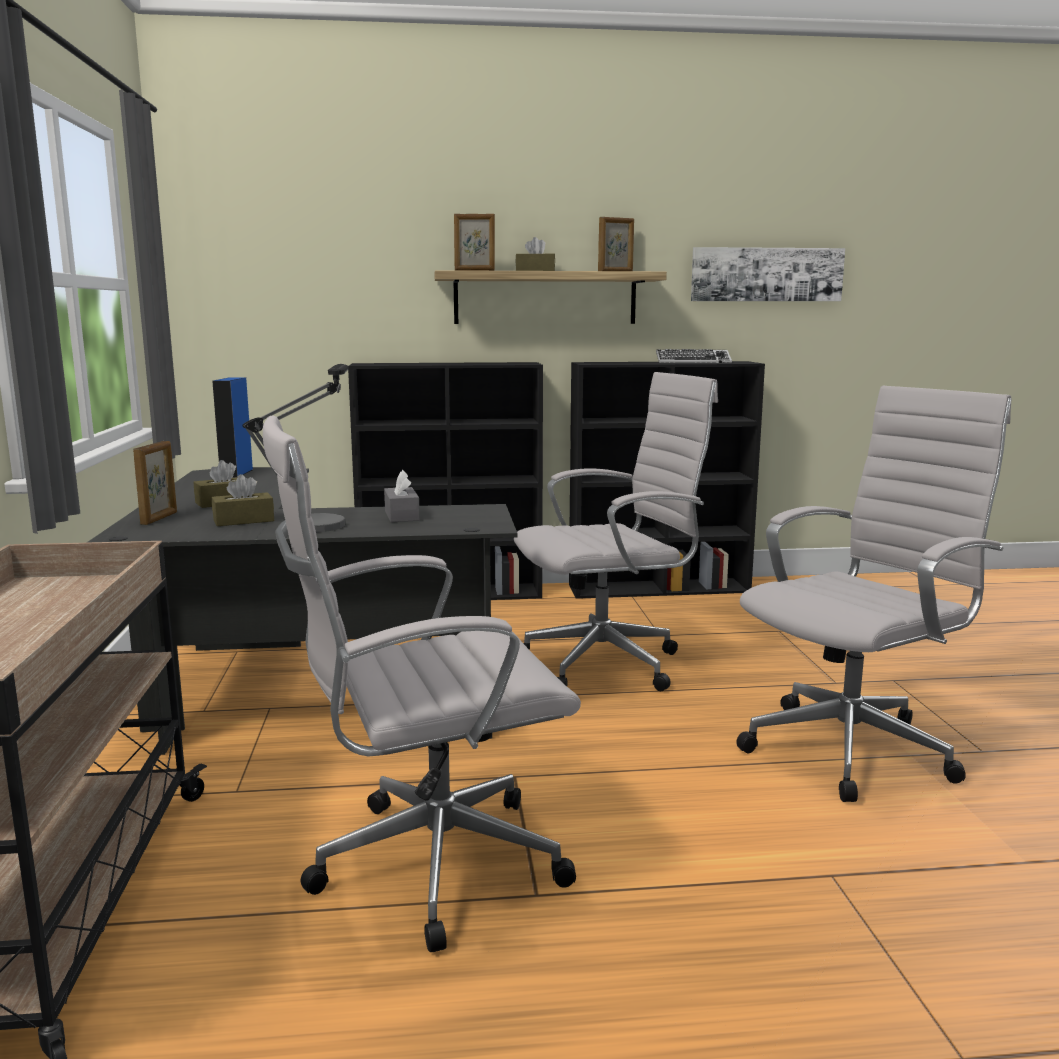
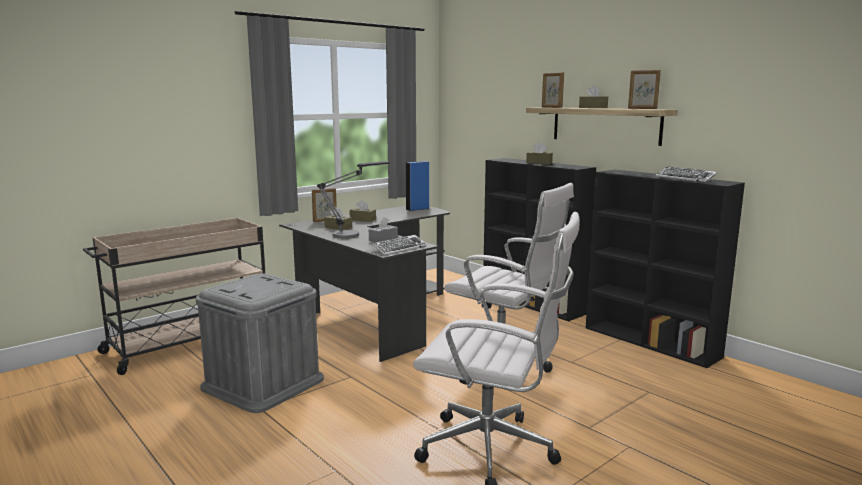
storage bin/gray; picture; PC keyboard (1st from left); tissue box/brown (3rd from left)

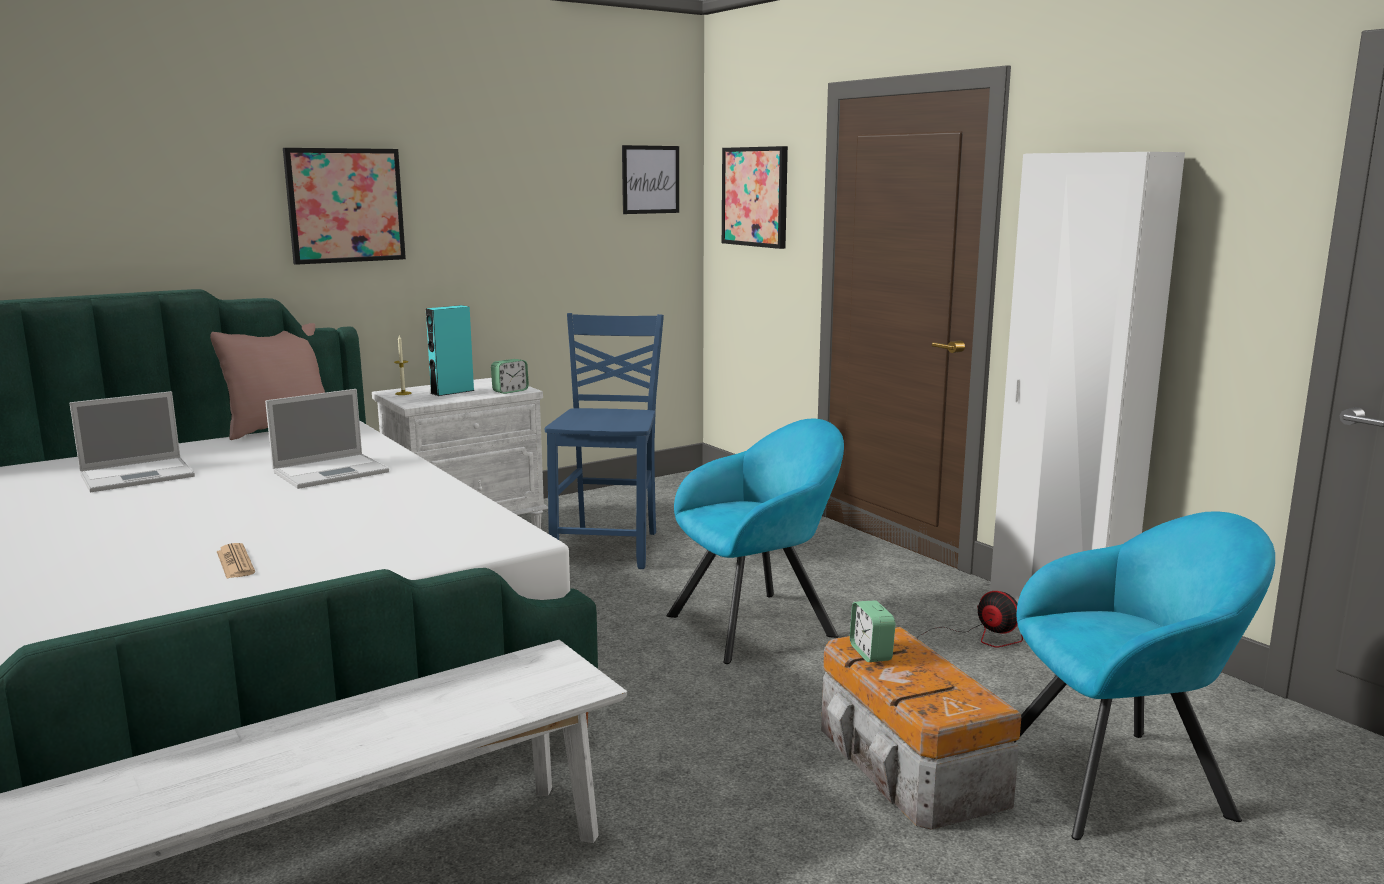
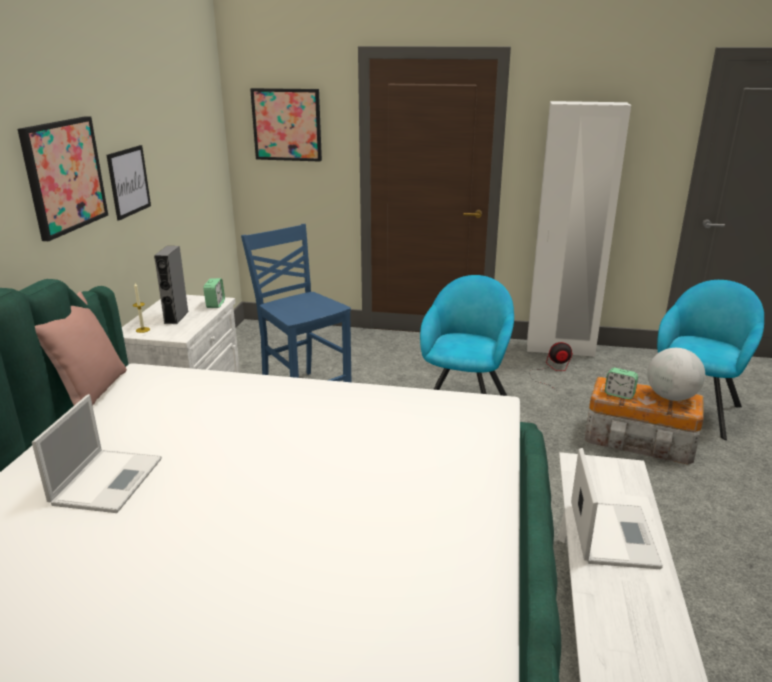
newspaper; portable computer (2nd from left); speaker/gray; picture (2nd from left); world globe

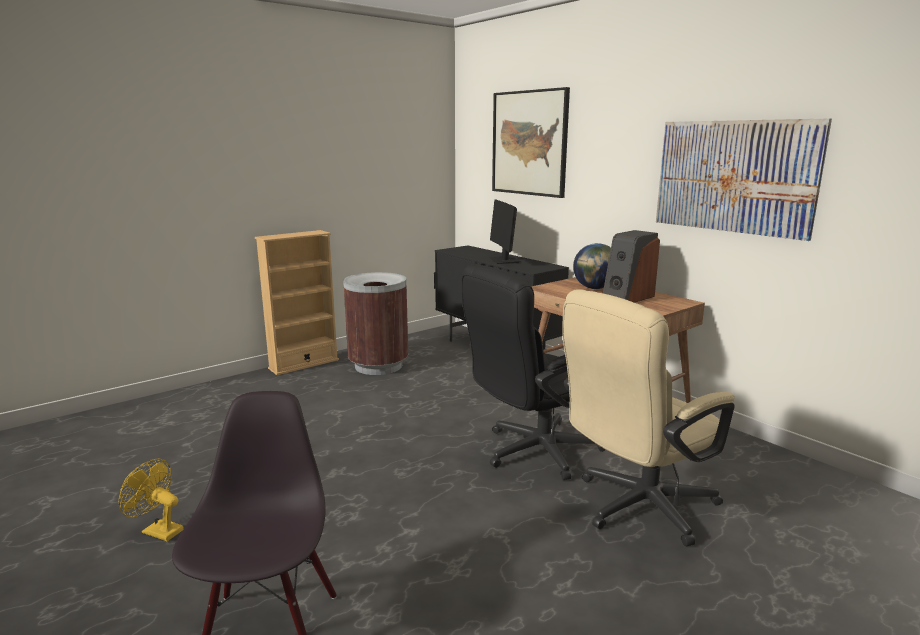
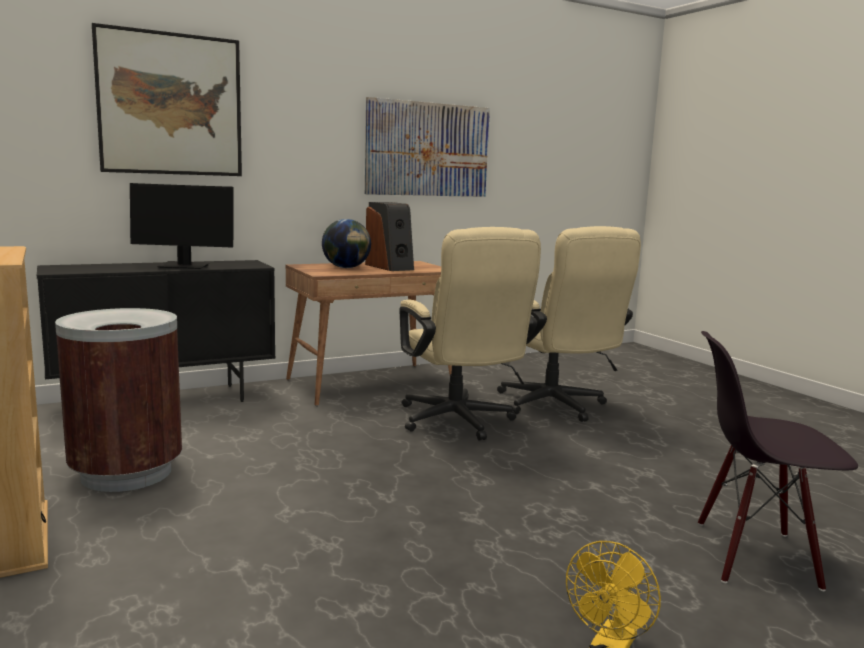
office chair/beige (1st from left)

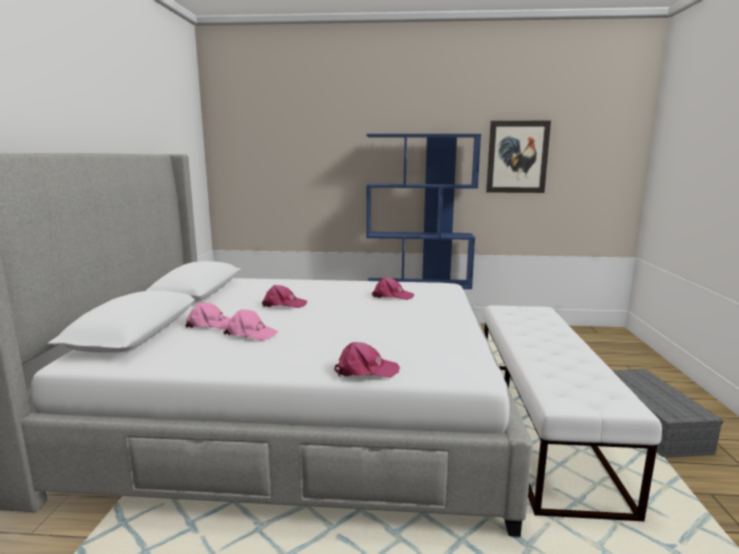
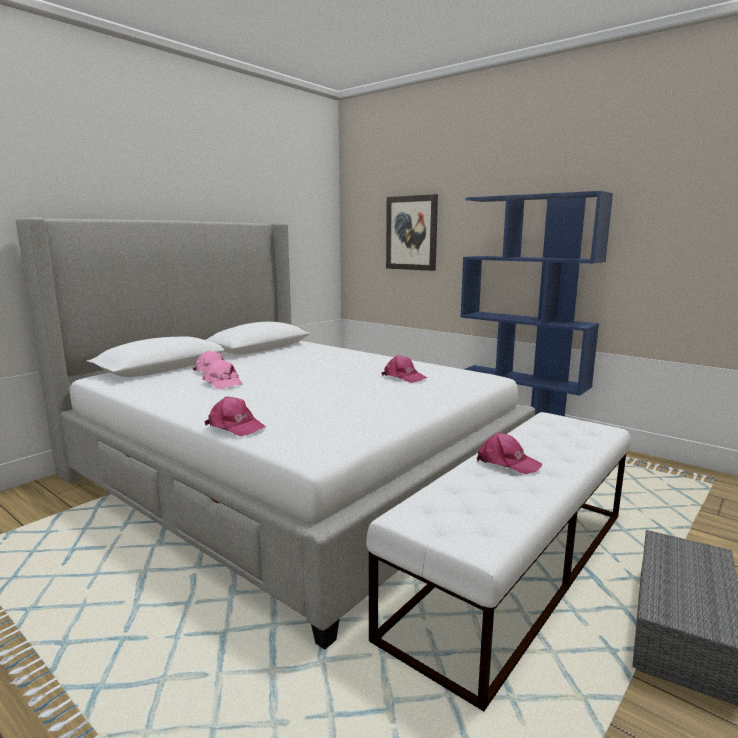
cap/pink-coloured (5th from left); picture

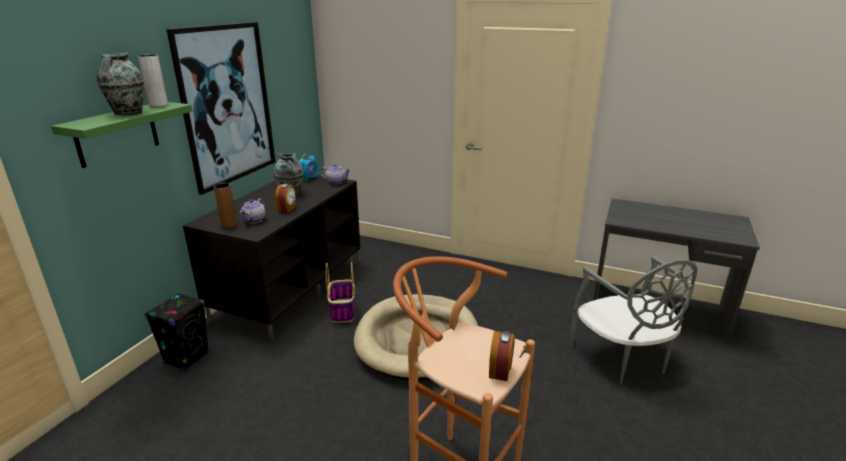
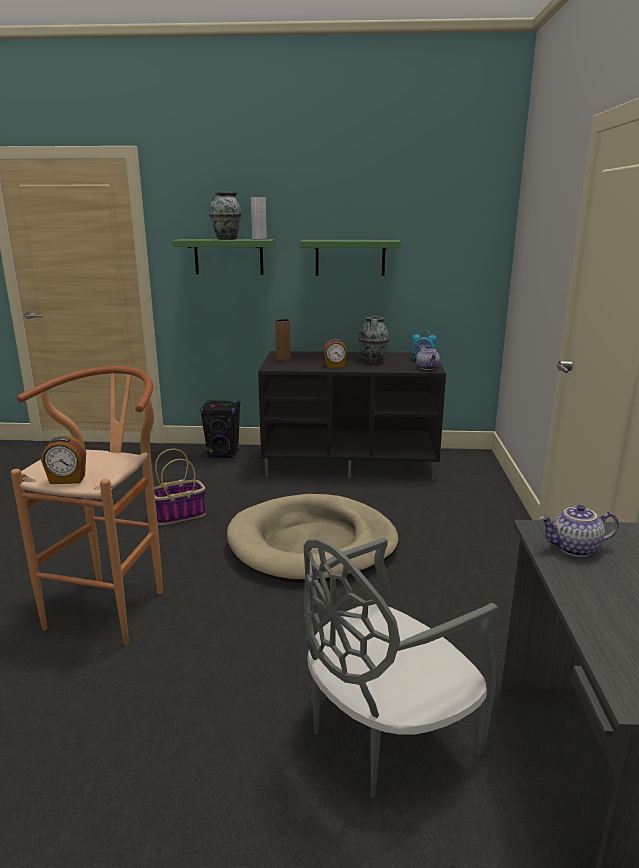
wall shelf/green (2nd from left); pot for tea (2nd from left); basket

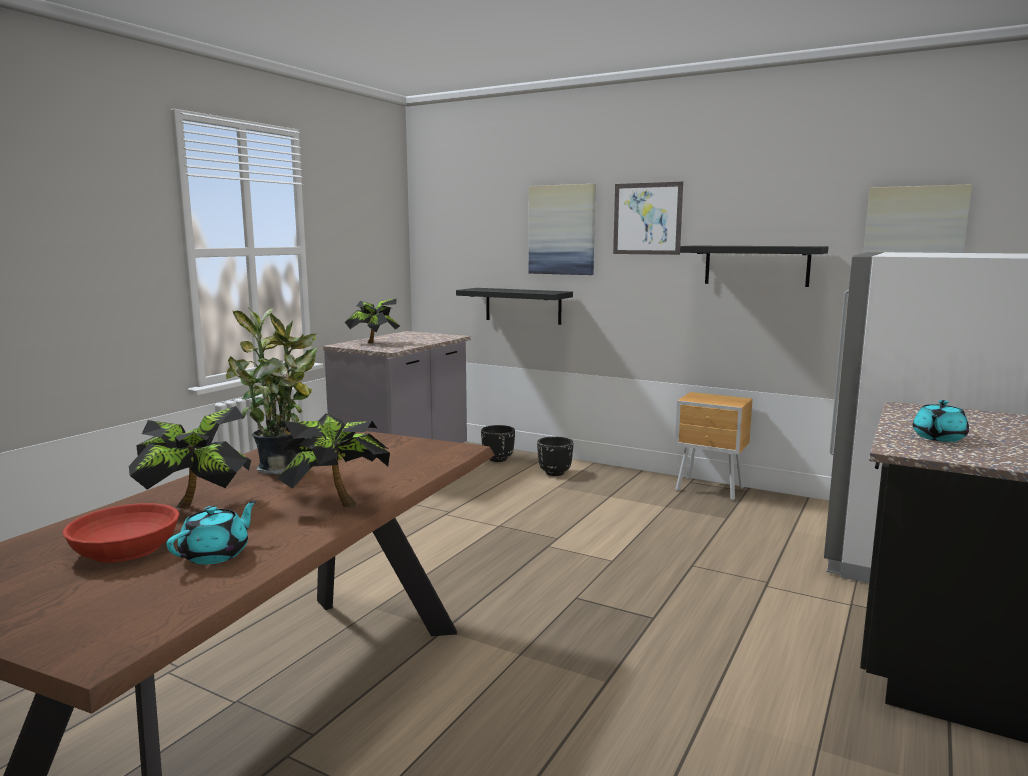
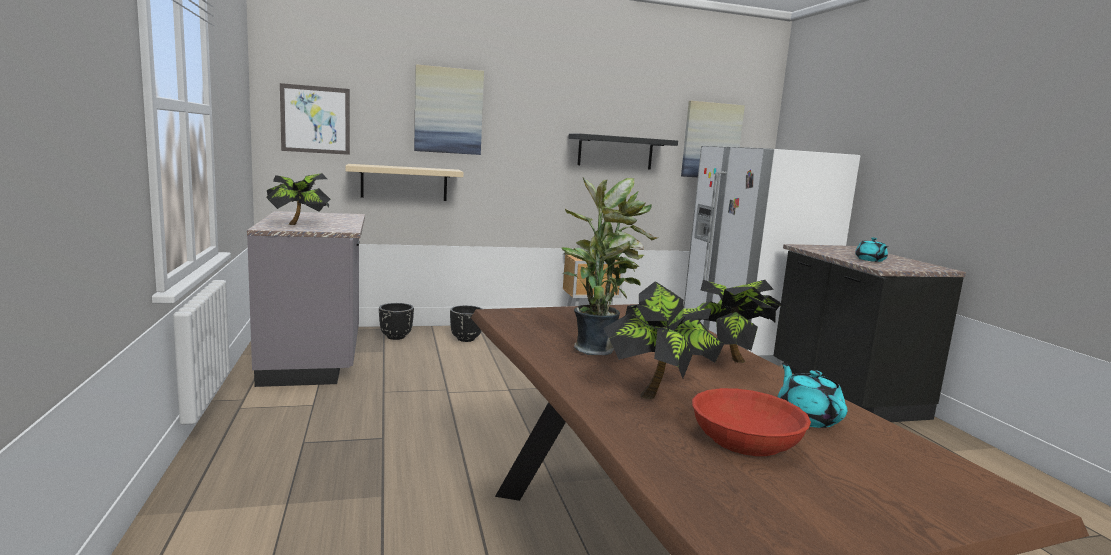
wall shelf/beige; picture (1st from left)

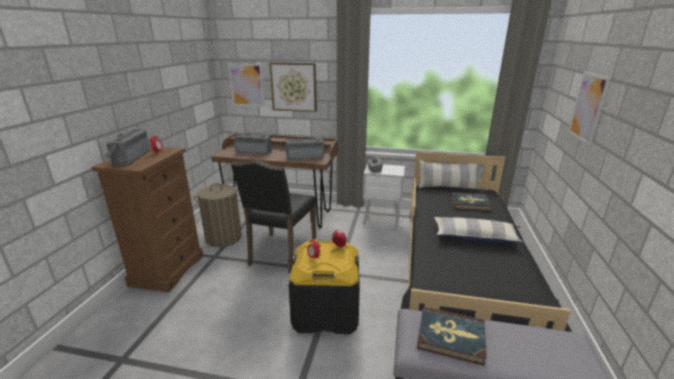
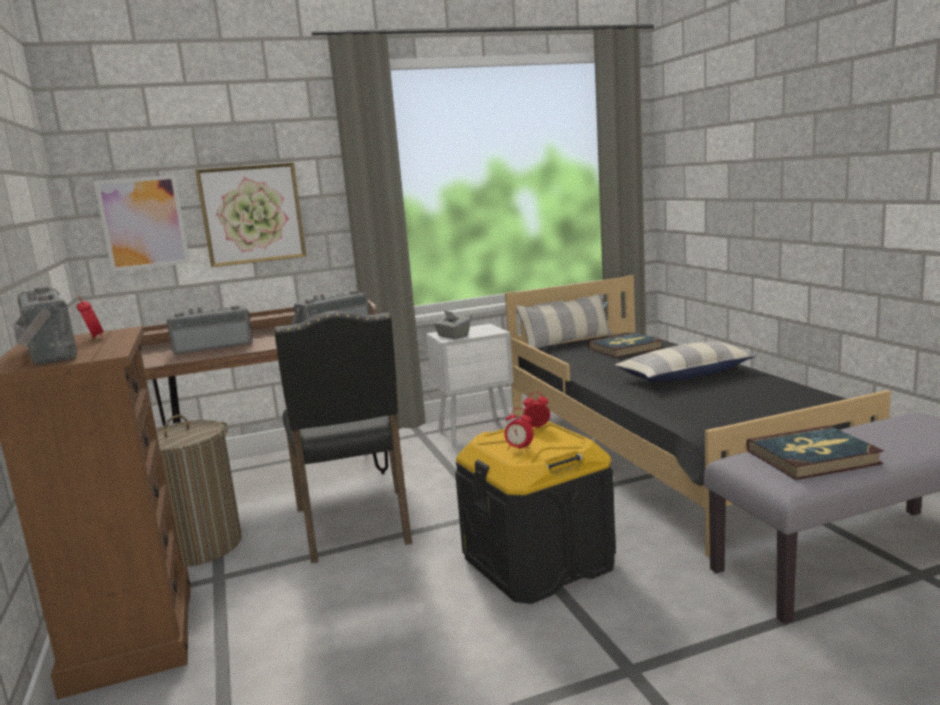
picture (3rd from left in the first image)

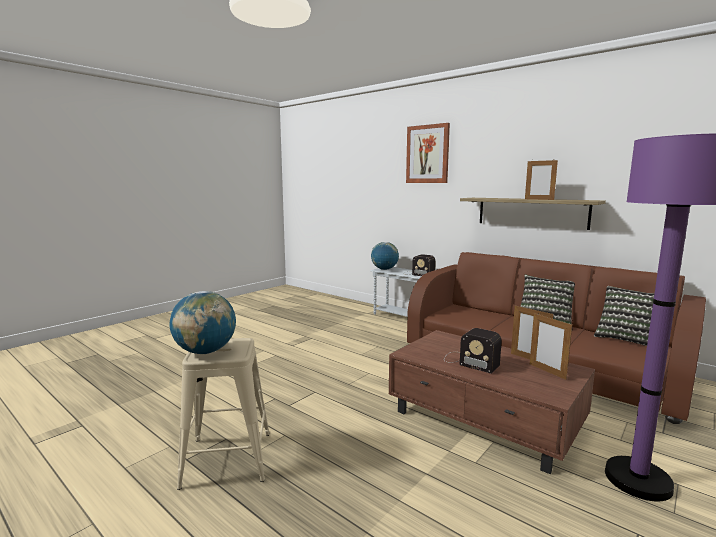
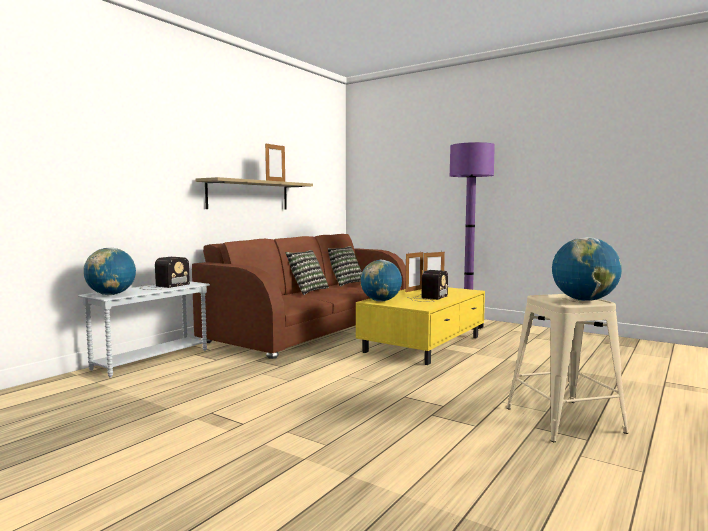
coffee table/yellowish; picture; world globe (2nd from left)

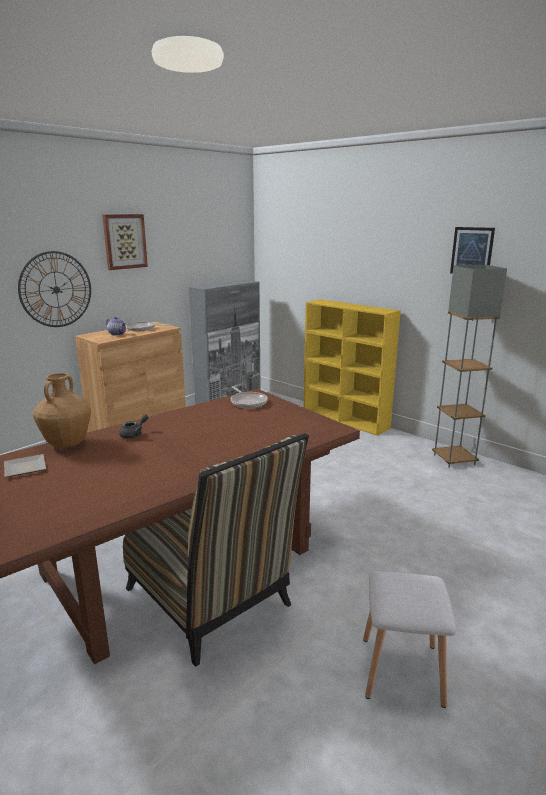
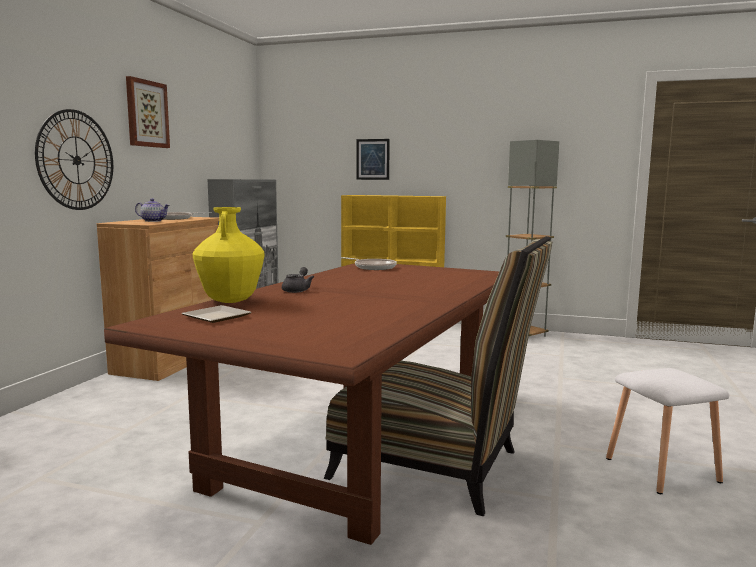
vase/yellowish; picture (2nd from left)

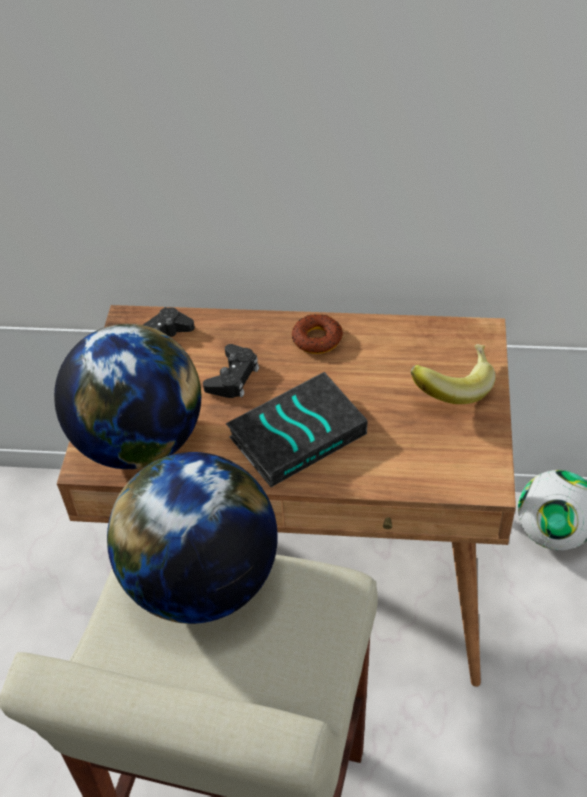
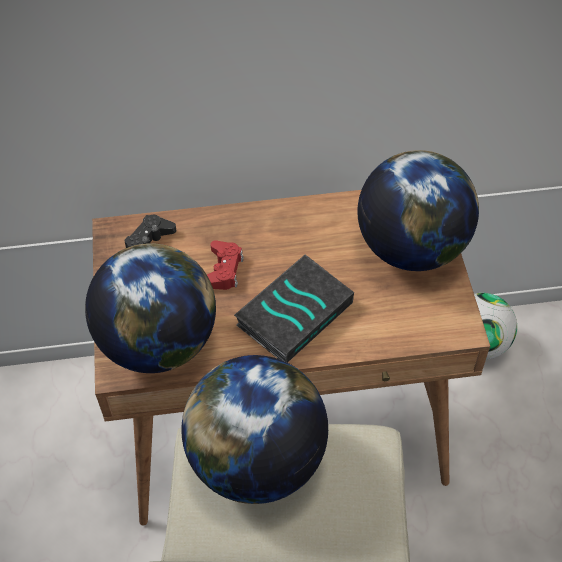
gamepad/red; donut; world globe (3rd from left)

